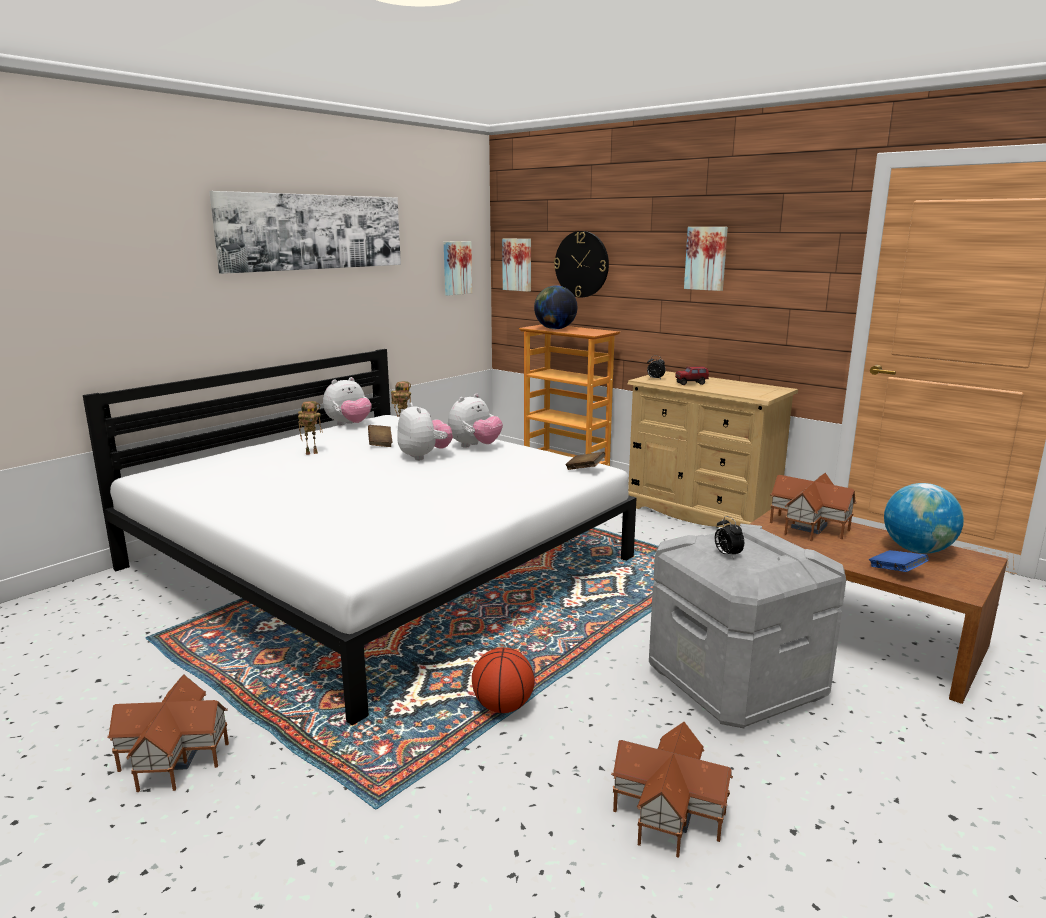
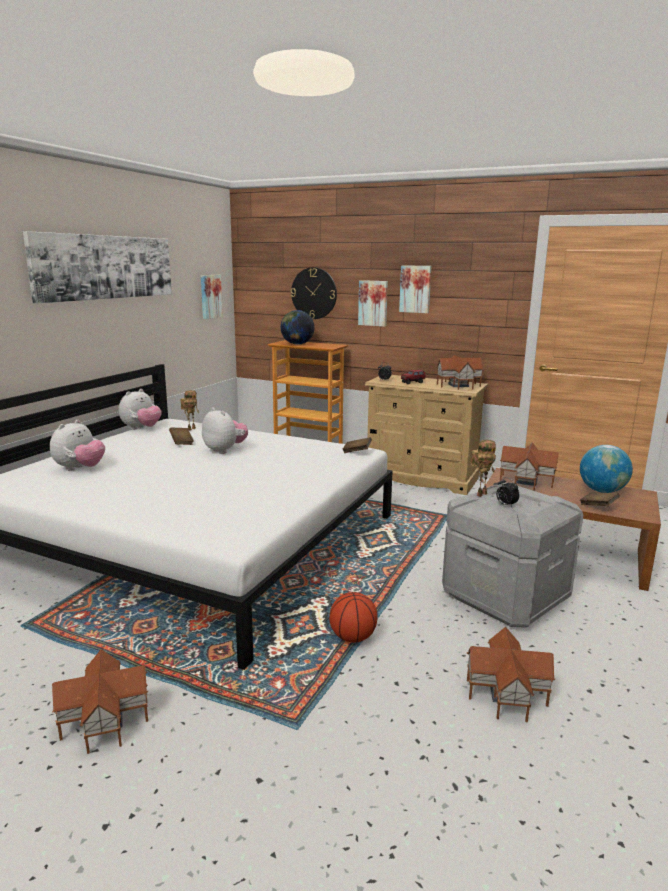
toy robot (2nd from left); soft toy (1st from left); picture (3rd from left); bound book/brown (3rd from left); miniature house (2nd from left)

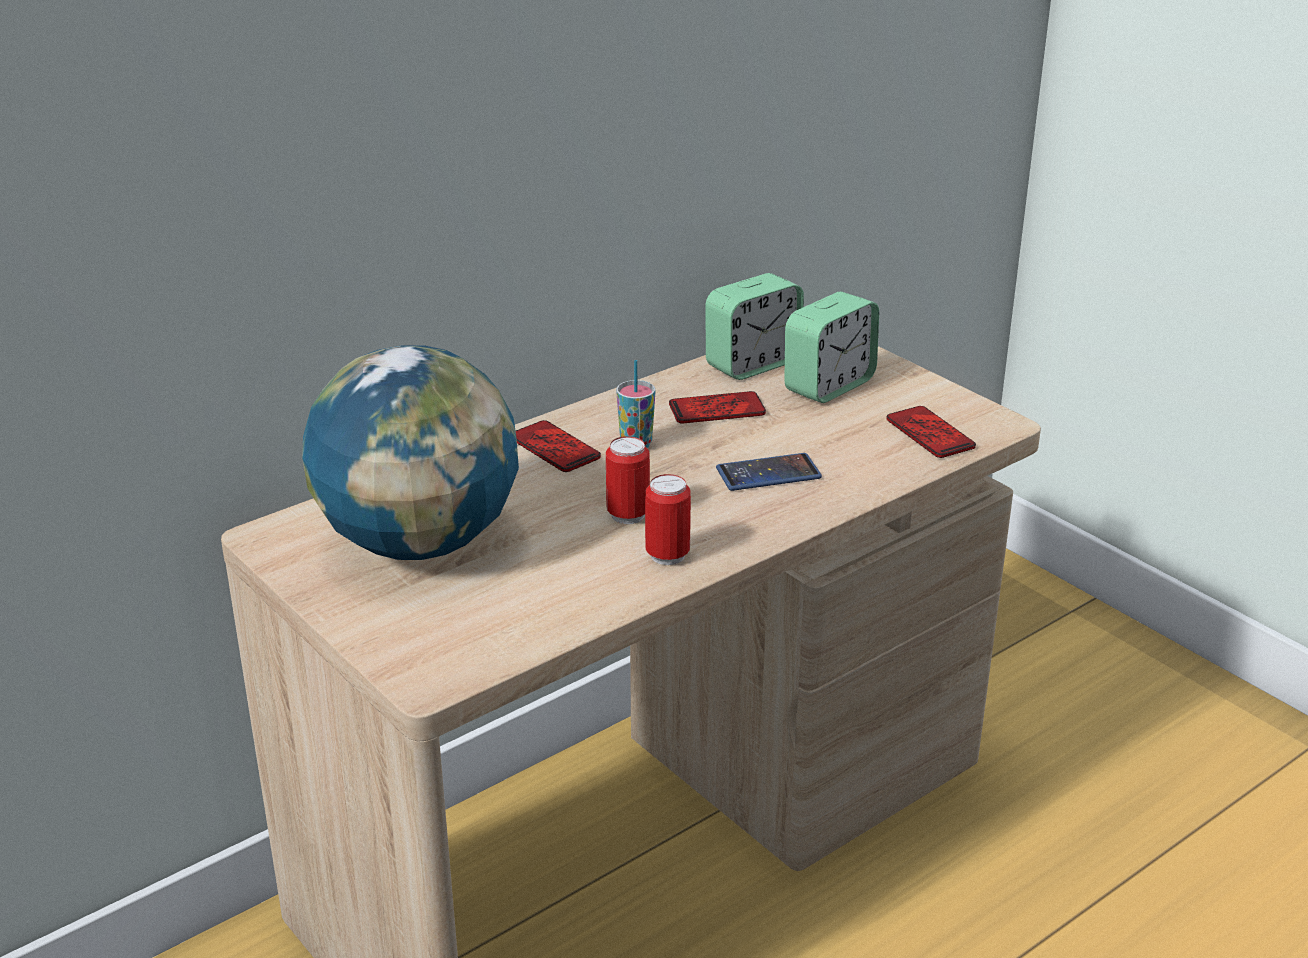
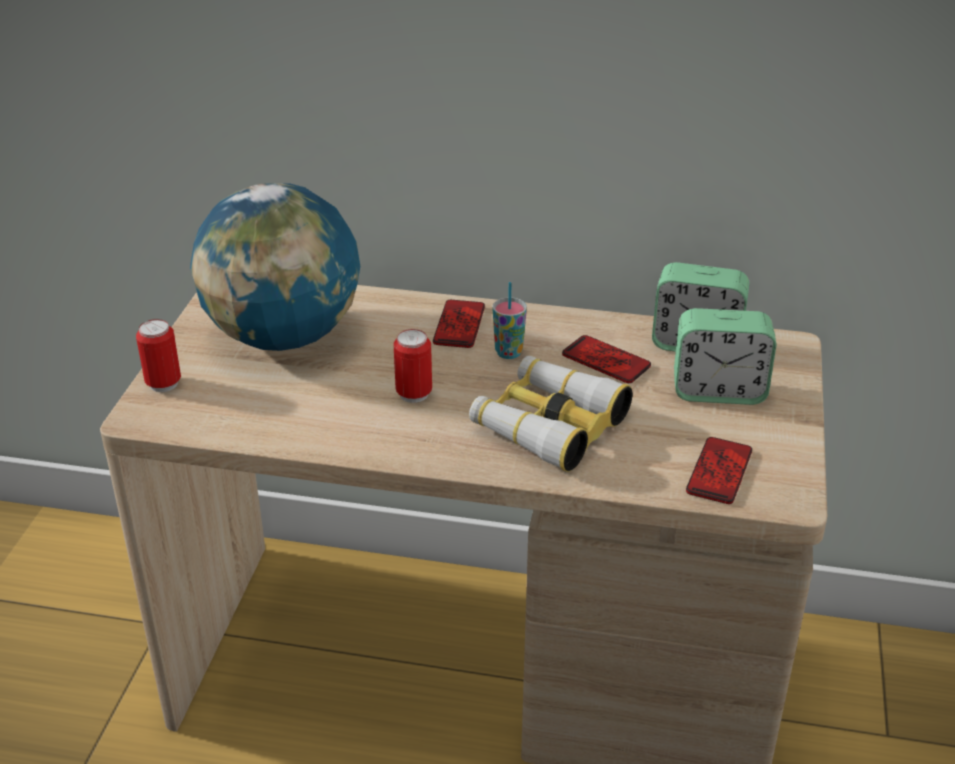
metal can (1st from left); pair of binoculars

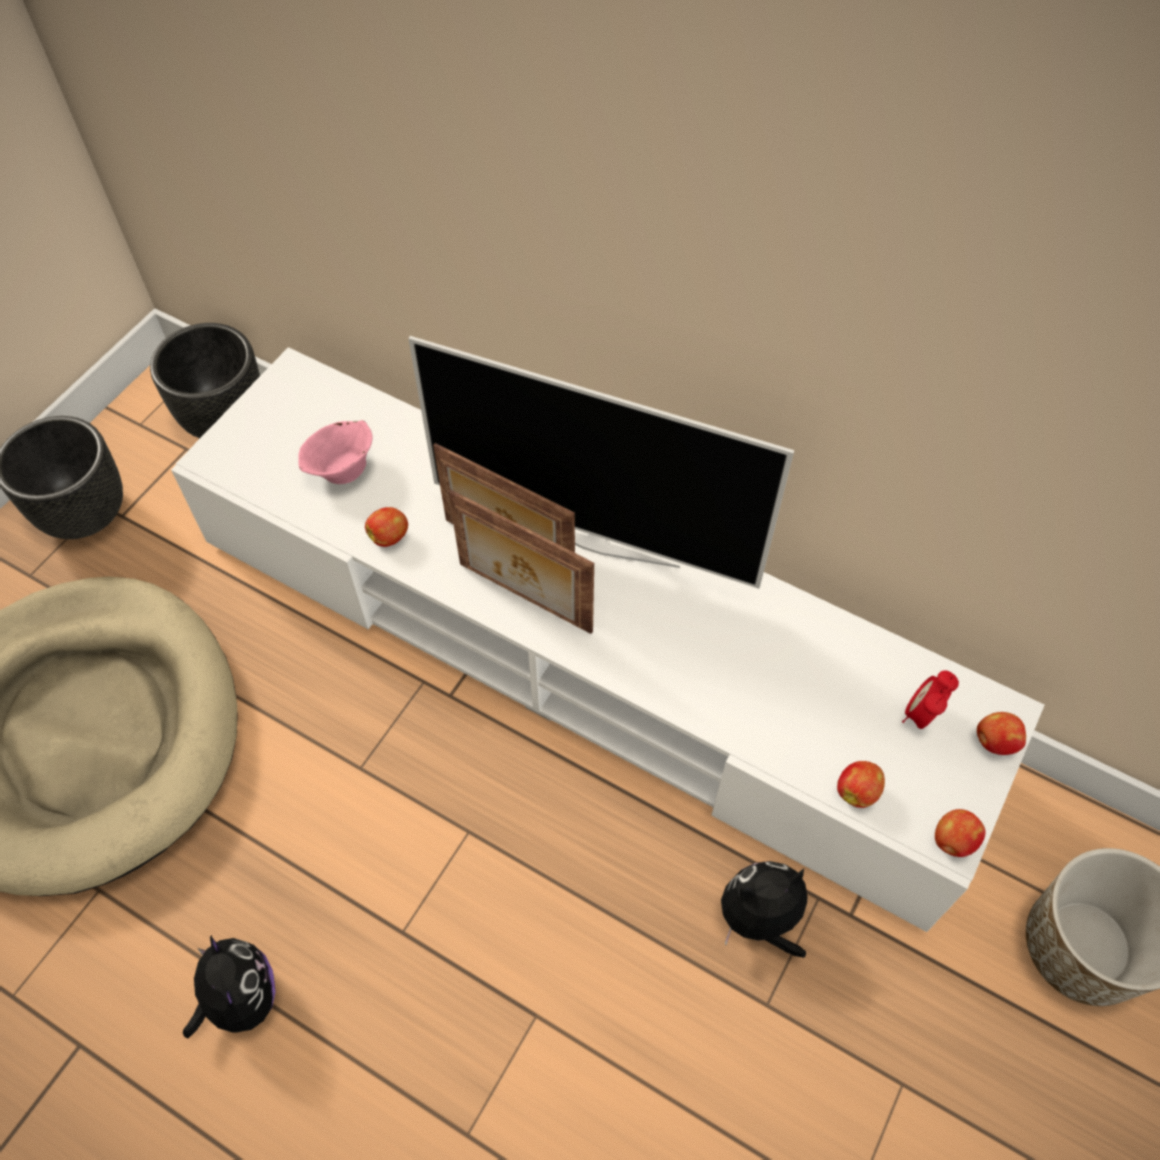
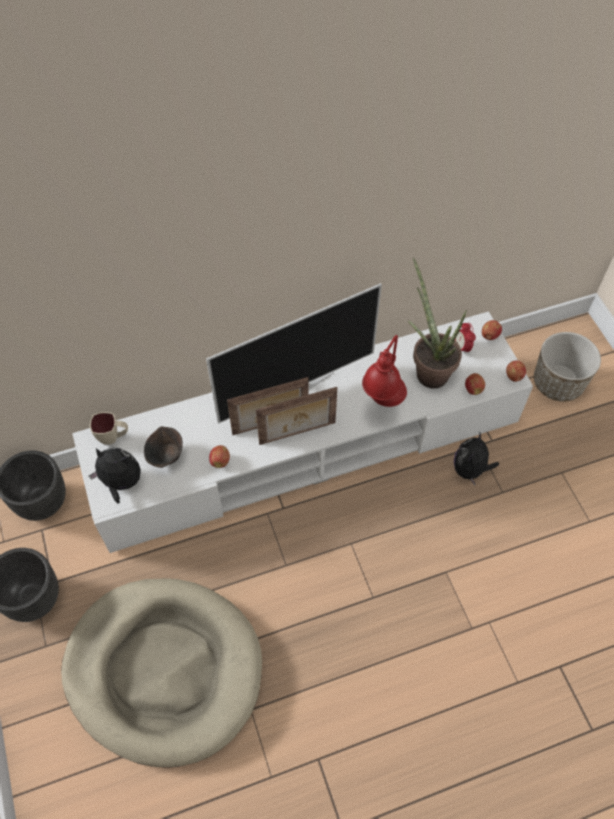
soft toy (1st from left); bowl/brown; coffee mug/beige; lamp for a table/red; plant in a pot

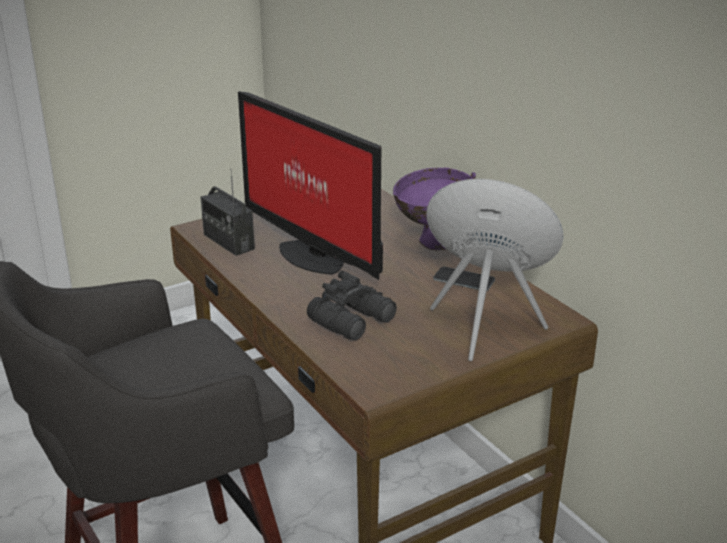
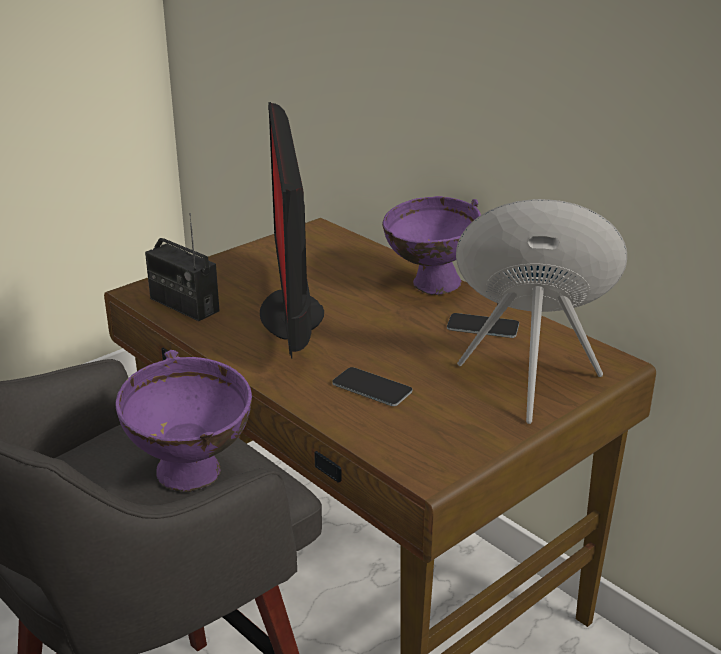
computer display; telephone (1st from left); bowl/purplish (1st from left)

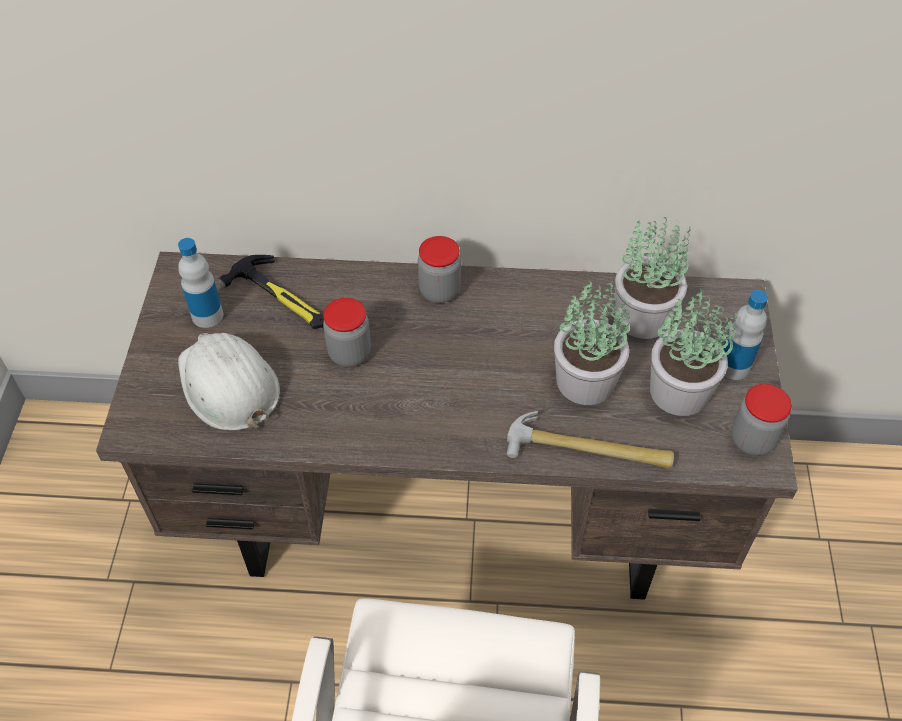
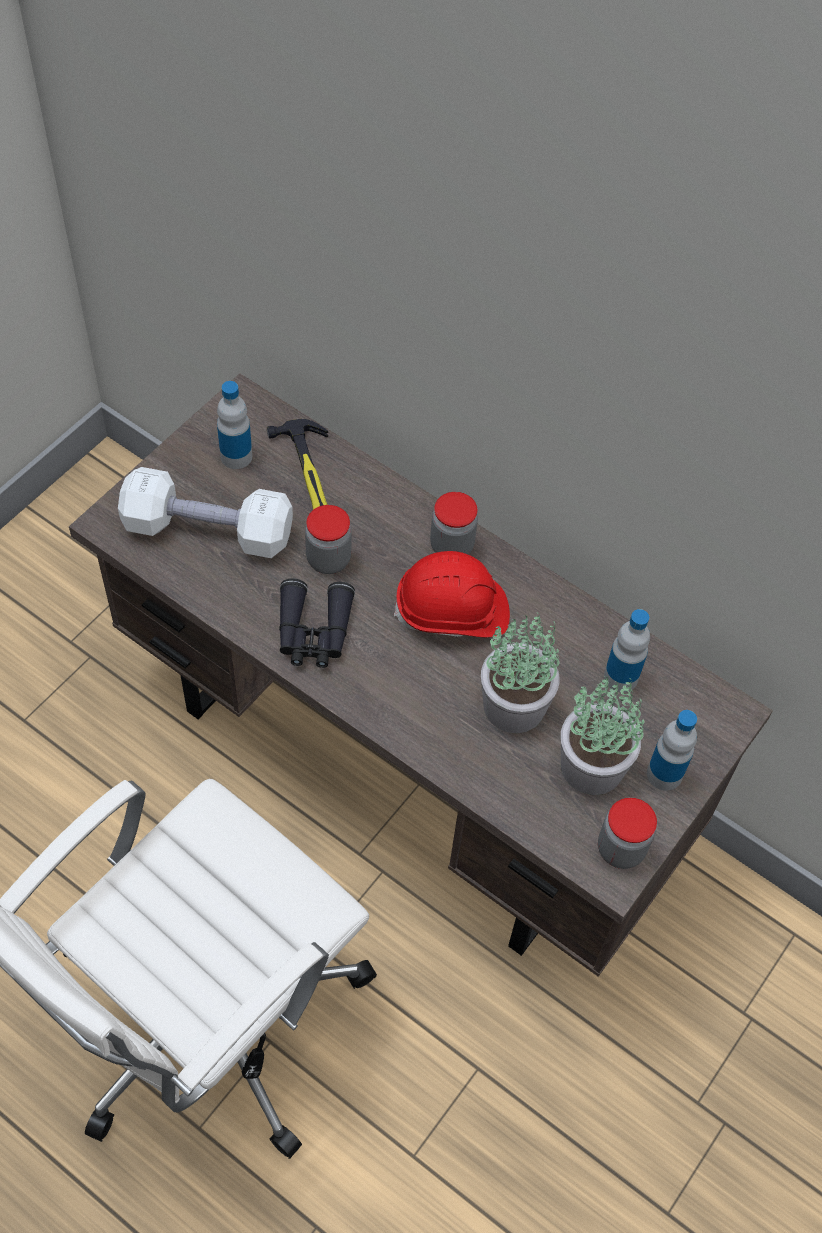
hand weight/white; hammer (2nd from left in the first image); drink bottle (2nd from left); pair of binoculars/blackish; safety helmet/red

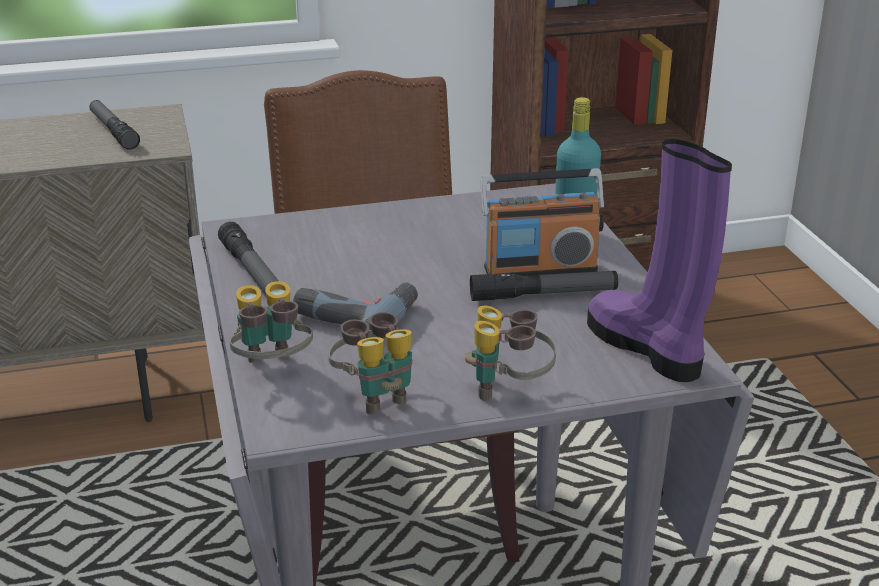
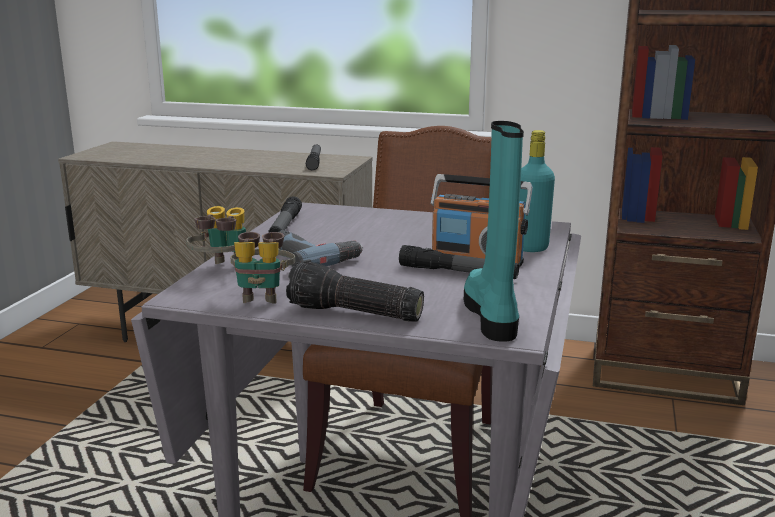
torch (3rd from left); boot/turquoise-coloured

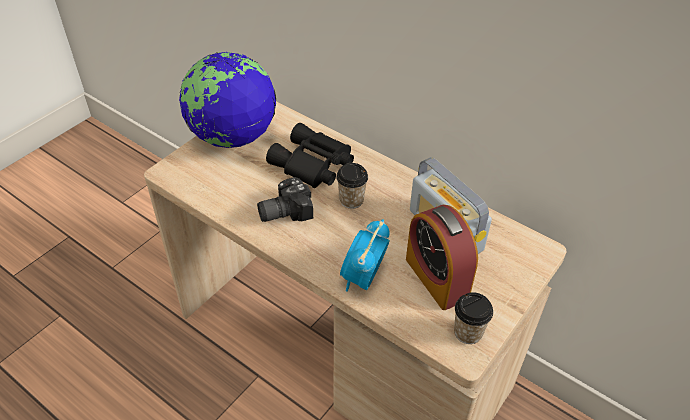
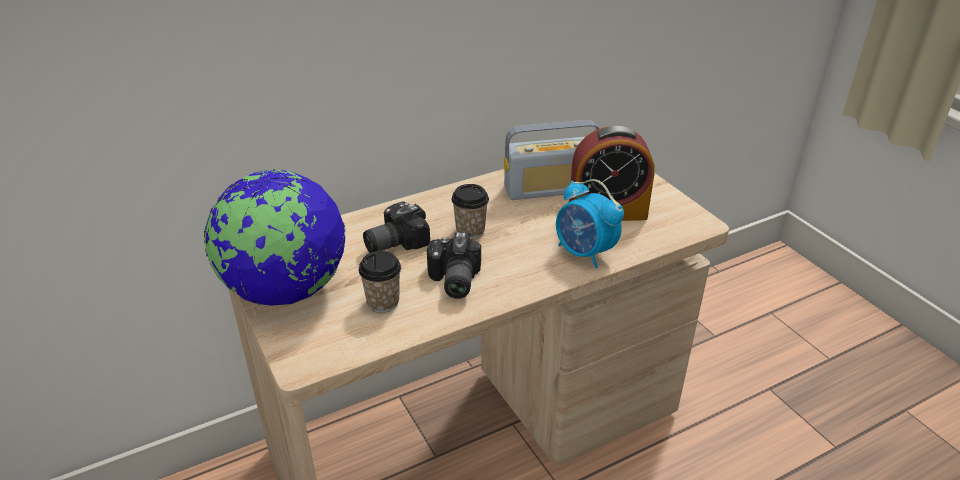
photo camera (1st from left); cup (1st from left)

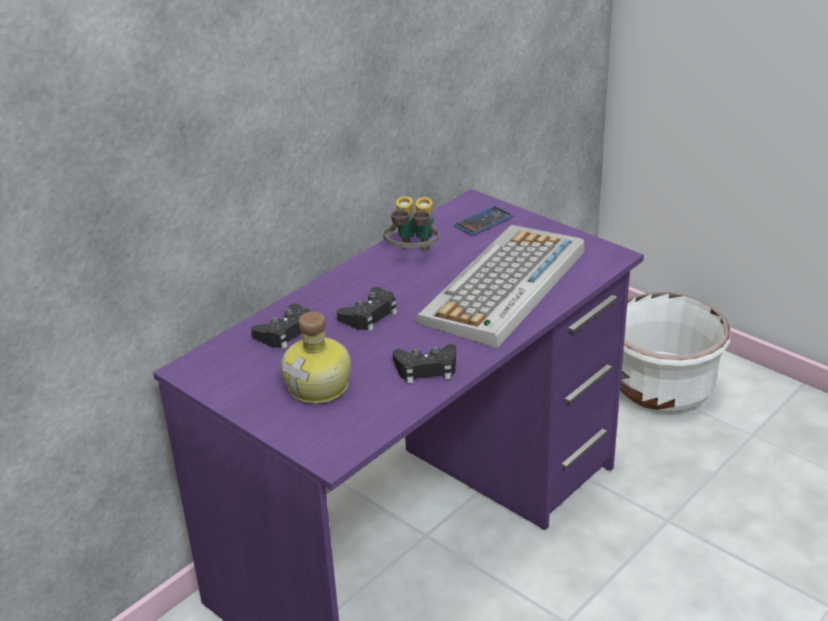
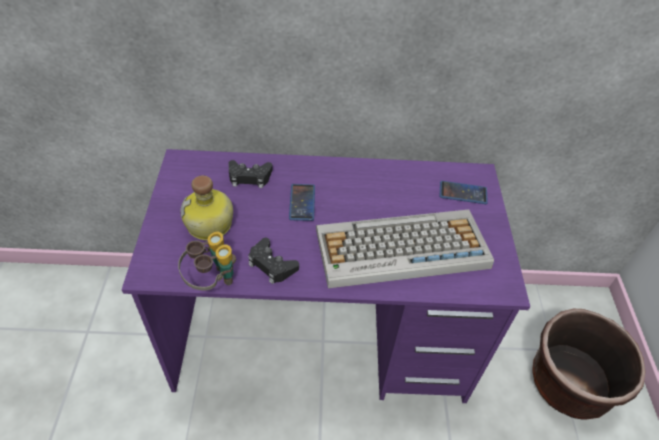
telephone (1st from left); pair of binoculars; flower pot/brown

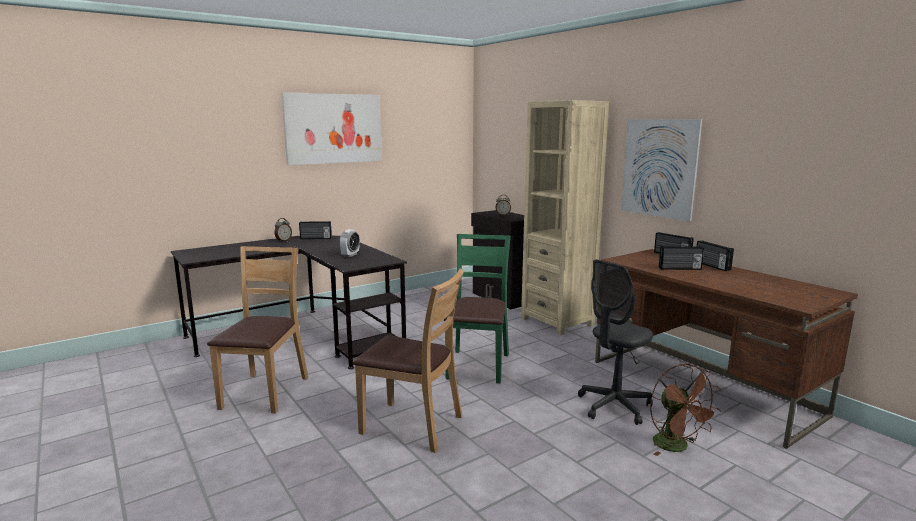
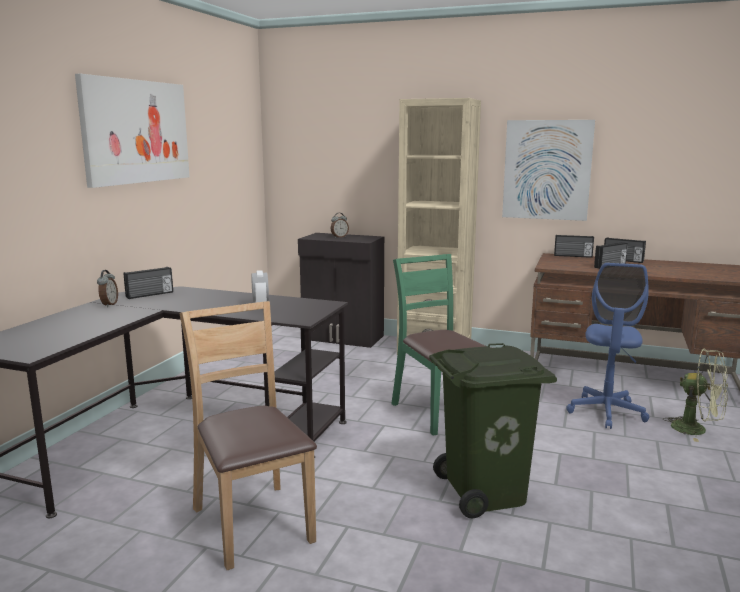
rubbish bin/green; office chair/blue-coloured; cooling fan/green

